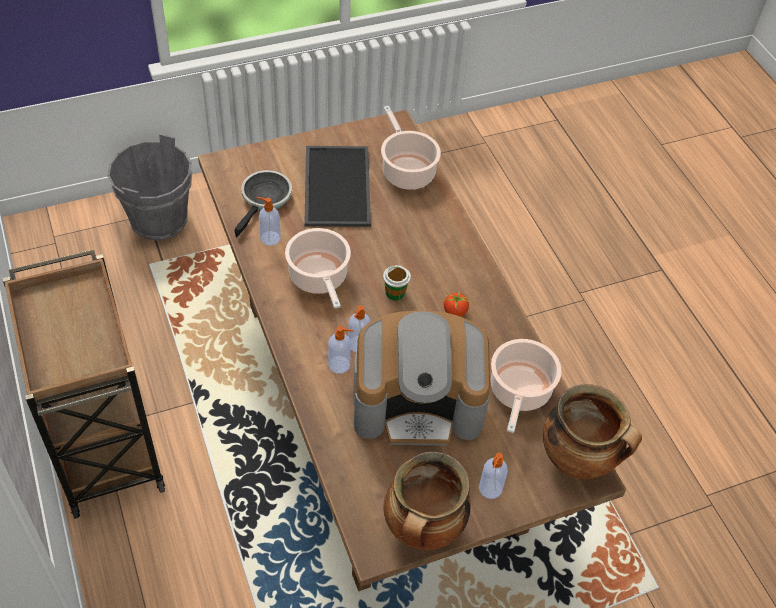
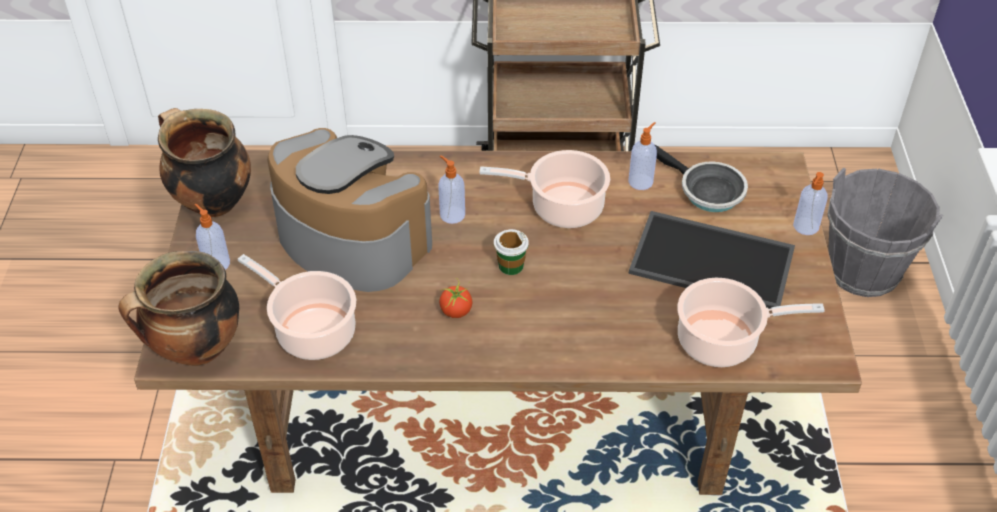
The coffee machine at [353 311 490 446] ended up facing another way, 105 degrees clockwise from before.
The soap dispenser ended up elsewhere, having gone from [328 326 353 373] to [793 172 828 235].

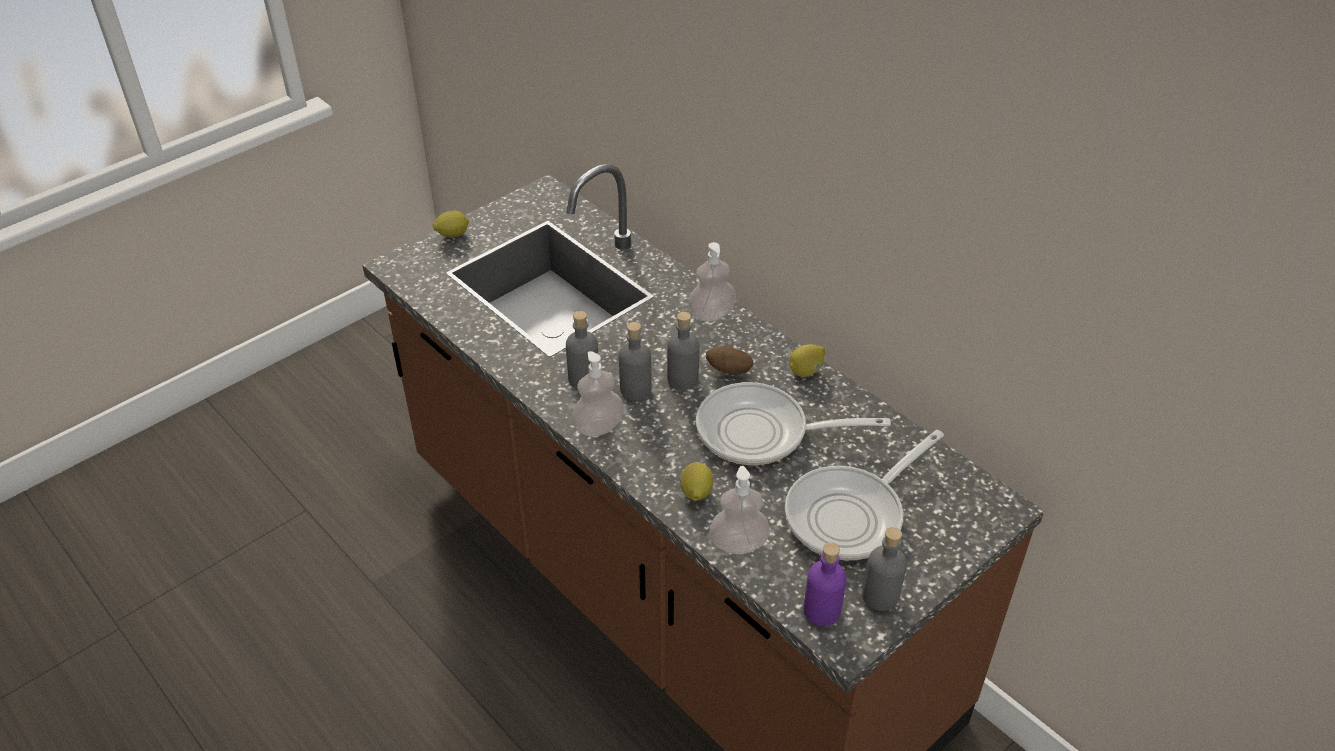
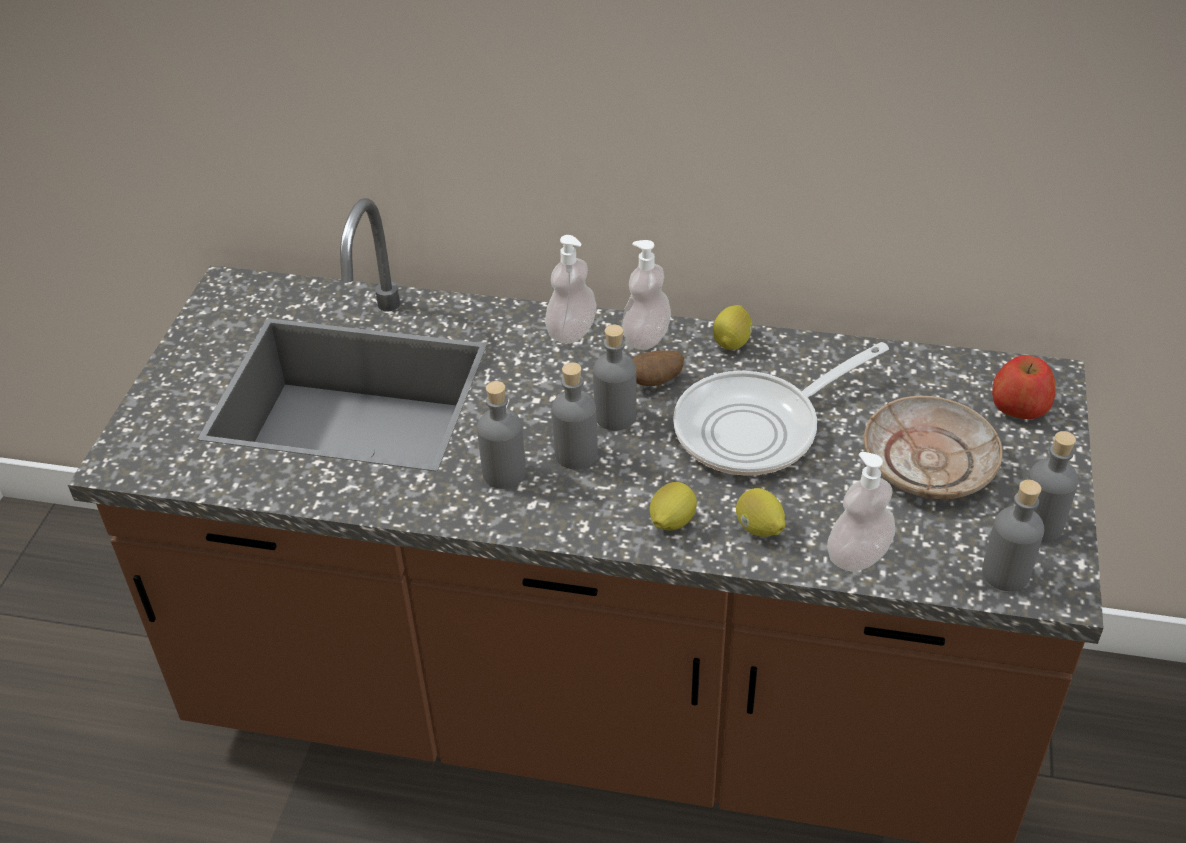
The soap dispenser ended up elsewhere, having gone from [571 351 624 437] to [622 240 671 350].
The lemon ended up elsewhere, having gone from [432 210 469 238] to [650 482 697 531].
Where the frying pan stood at [785 430 944 560], the beige plate came to stand at [864 396 1003 499].
What was the purple bottle at [803 542 847 626] turned into the grey bottle at [982 480 1044 591].
The second view gained the apple at [992 355 1056 419].

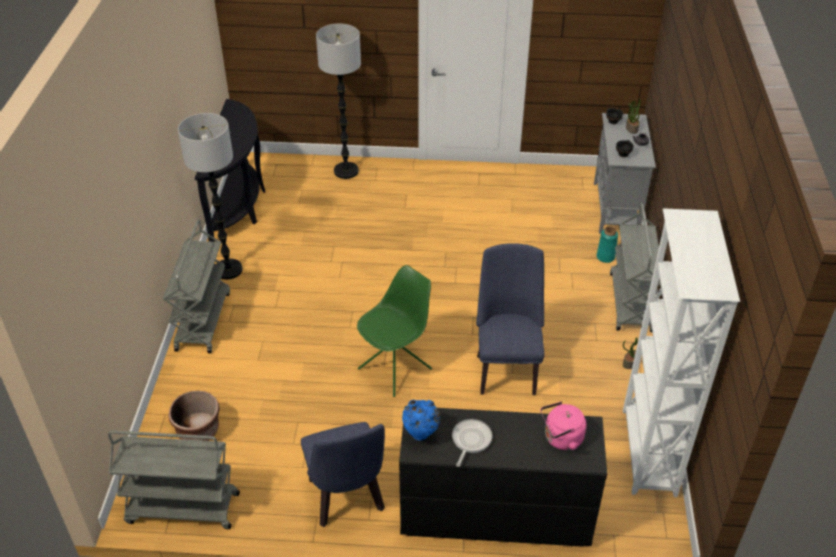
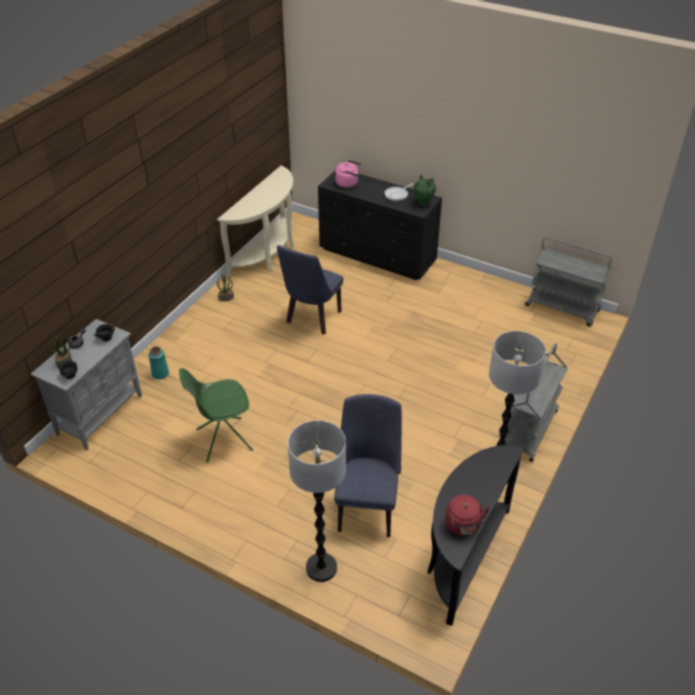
The green chair ended up elsewhere, having gone from [357 265 432 397] to [179 368 253 463].
Where the white bookcase stood at [623 208 740 497], the beige console table came to stand at [217 166 294 279].
The blue chair ended up elsewhere, having gone from [301 422 385 527] to [334 394 402 537].
What was the blue vase at [402 400 440 441] turned into the green vase at [414 175 436 206].
The second view gained the red kettle at [445 495 490 536].
The second view lost the brown planter at [169 391 220 441].
The second view lost the grey cart at [610 203 661 332].

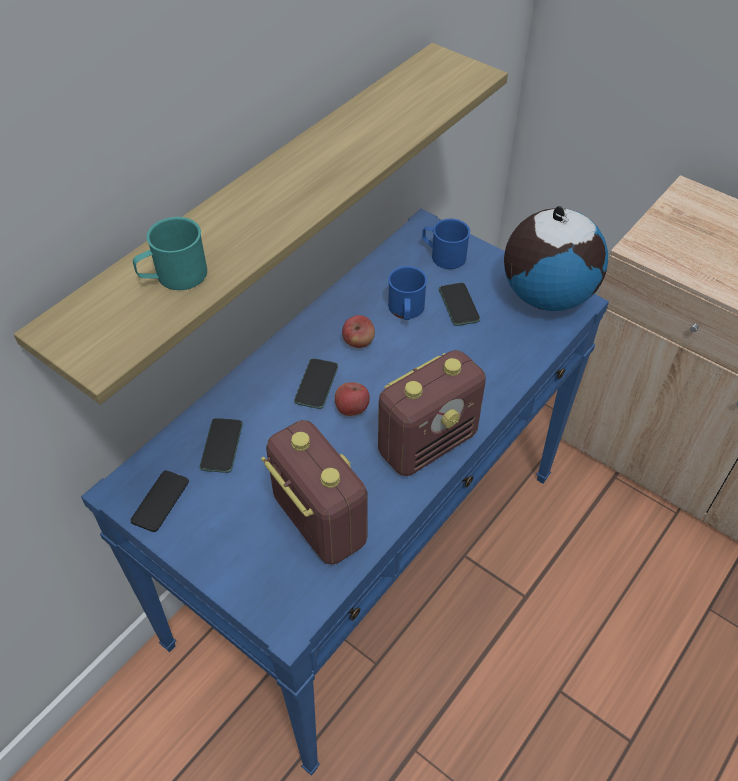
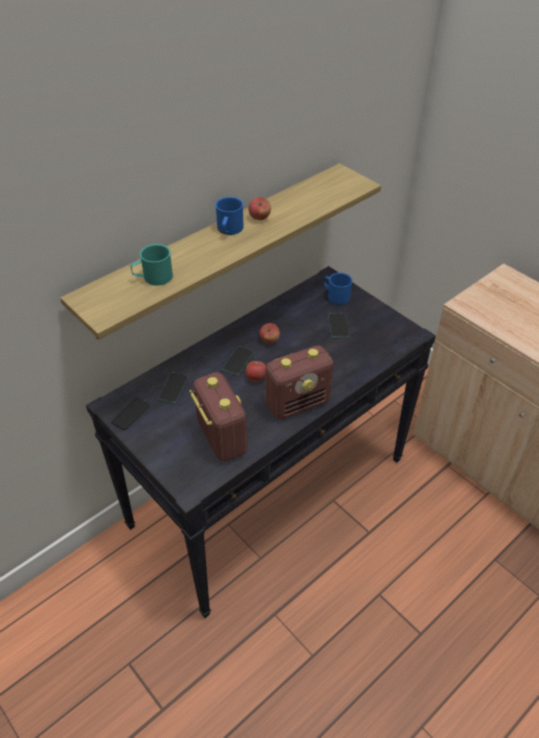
What was the blue console table at [81 208 609 776] turned into the black console table at [86 266 436 618].
The blue mug ended up elsewhere, having gone from [388 266 427 320] to [215 197 244 235].
The second view gained the apple at [249 197 271 220].
The second view lost the globe at [504 206 608 311].

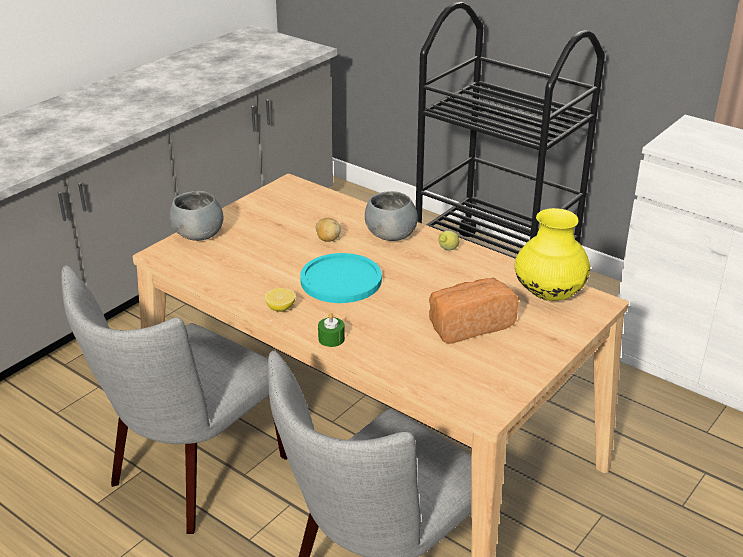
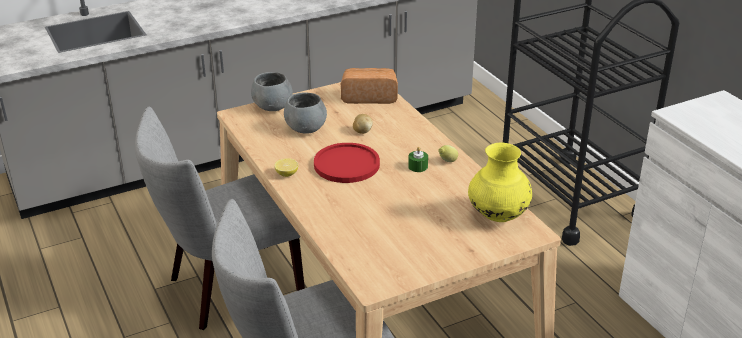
The grey bowl ended up elsewhere, having gone from [365 191 418 241] to [284 92 327 134].
What was the turquoise plate at [300 253 382 303] turned into the red plate at [314 143 380 183].
The bread ended up elsewhere, having gone from [429 278 518 344] to [341 68 398 104].
The green candle ended up elsewhere, having gone from [318 313 345 347] to [408 147 428 172].

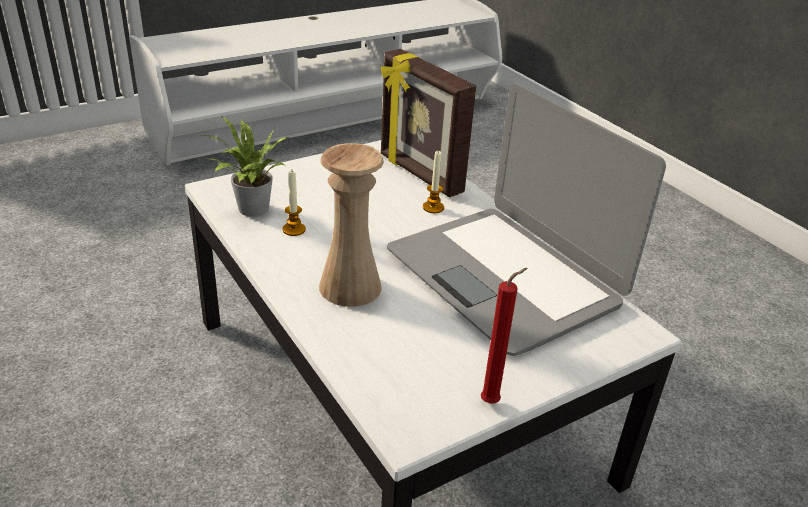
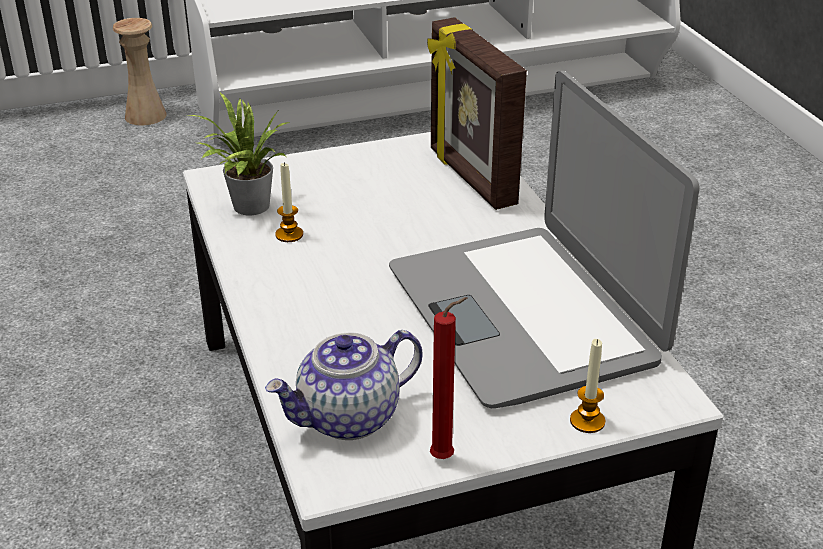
The beige vase ended up elsewhere, having gone from [319 143 384 307] to [113 18 167 126].
The second view gained the teapot at [265 330 422 440].
The candle ended up elsewhere, having gone from [423 150 444 213] to [570 339 606 433].

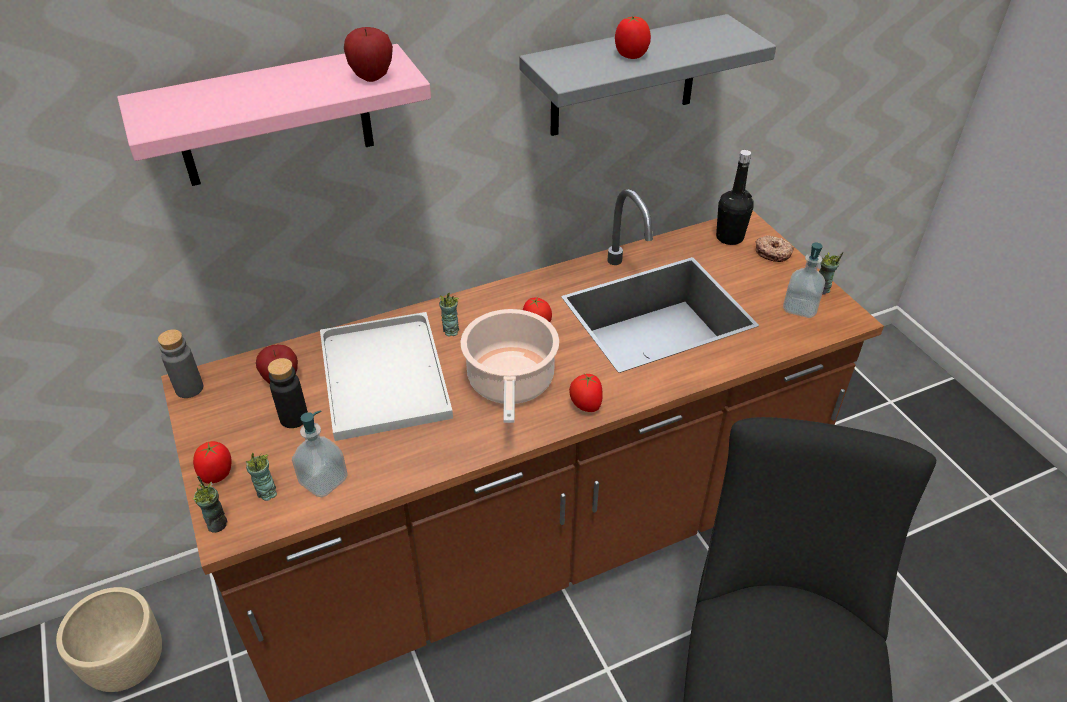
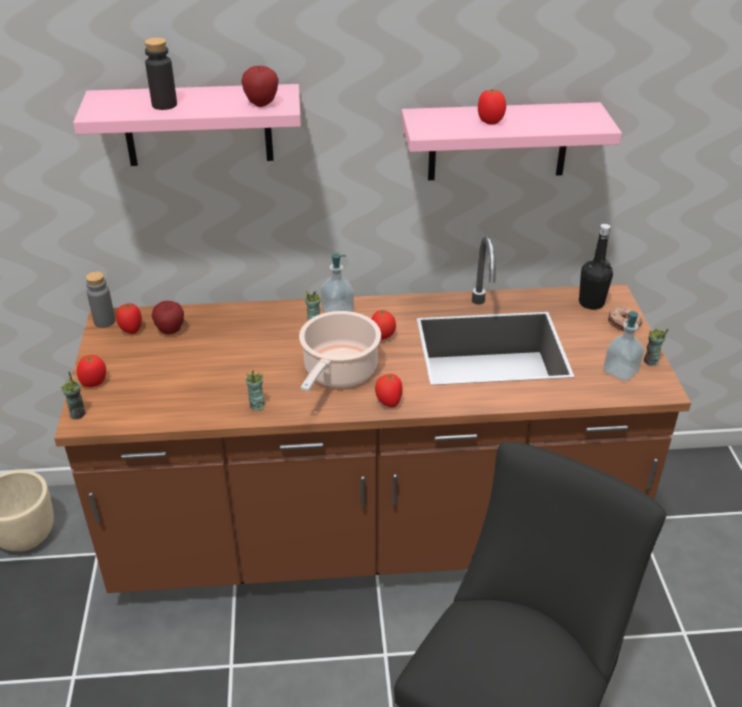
The second view gained the tomato at [116 303 142 334].
The black bottle ended up elsewhere, having gone from [268 358 308 428] to [145 38 177 110].
The cup ended up elsewhere, having gone from [246 453 277 501] to [246 370 265 411].
The soap dispenser ended up elsewhere, having gone from [292 411 348 497] to [320 254 354 313].
What was the grey shelf at [519 14 776 136] turned into the pink shelf at [401 102 622 180].
The second view lost the white tray at [320 312 453 441].

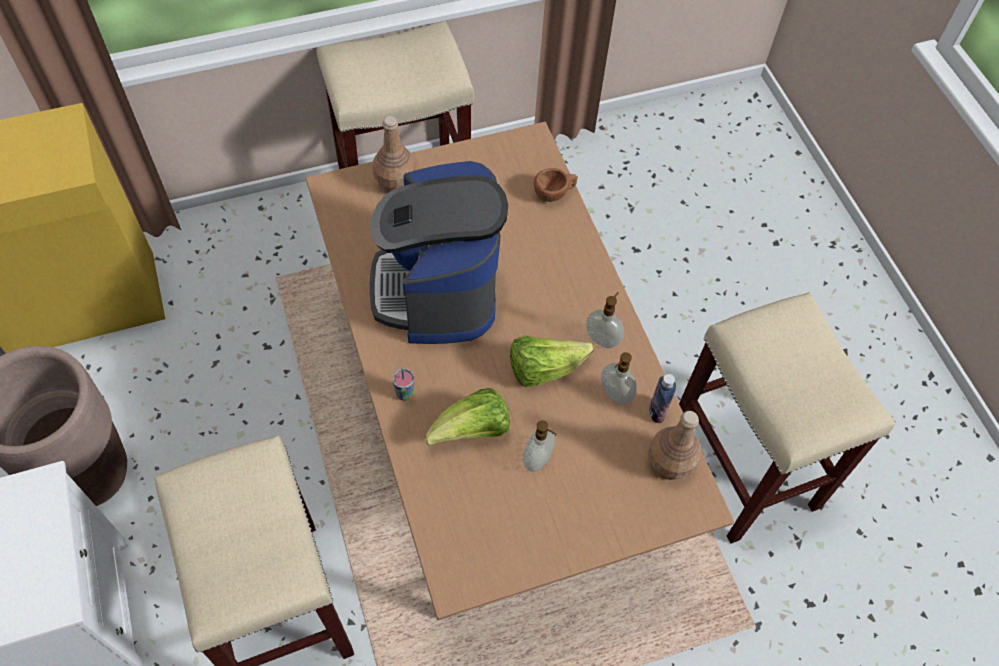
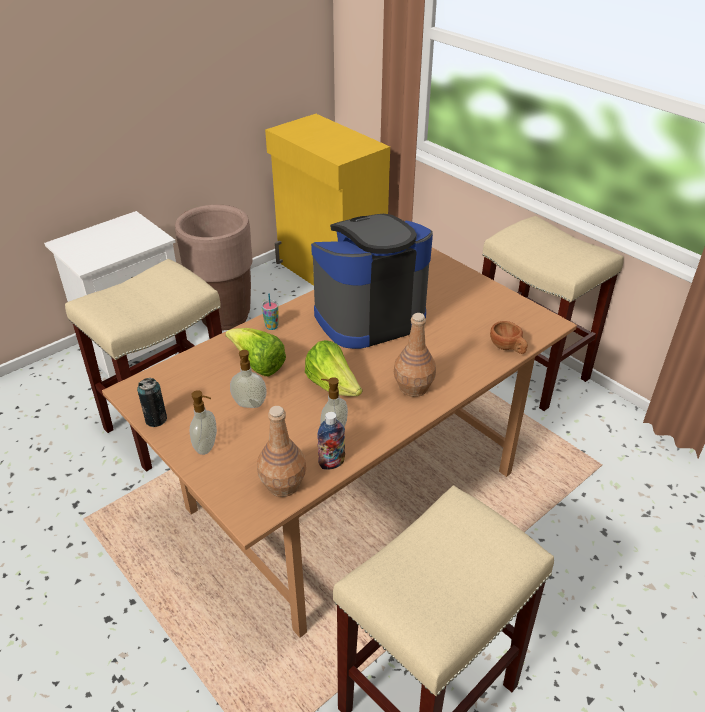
The second view gained the can at [137 378 167 427].
The soap dispenser ended up elsewhere, having gone from [586 292 624 348] to [190 390 217 455].
The brown bottle ended up elsewhere, having gone from [373 116 416 193] to [394 313 436 397].

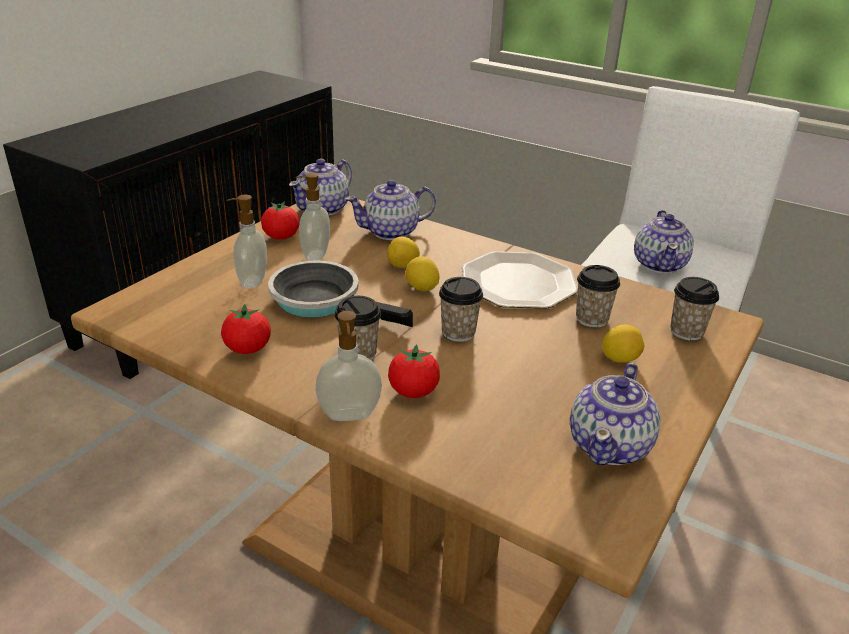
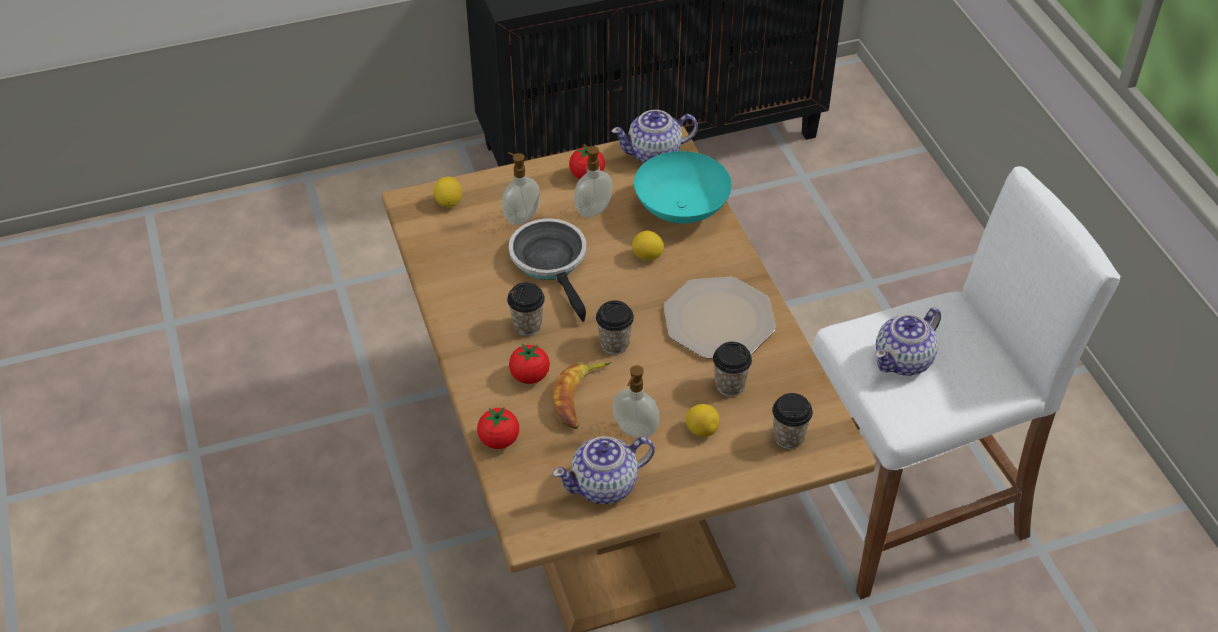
The lemon ended up elsewhere, having gone from [405 256 439 291] to [434 177 462 208].
The tomato ended up elsewhere, having gone from [221 304 271 354] to [477 407 519 449].
The second view gained the banana at [553 362 611 429].
The soap dispenser ended up elsewhere, having gone from [315 311 382 421] to [612 365 660 438].
Where the teapot stood at [345 180 436 240], the turquoise bowl came to stand at [634 151 732 224].

